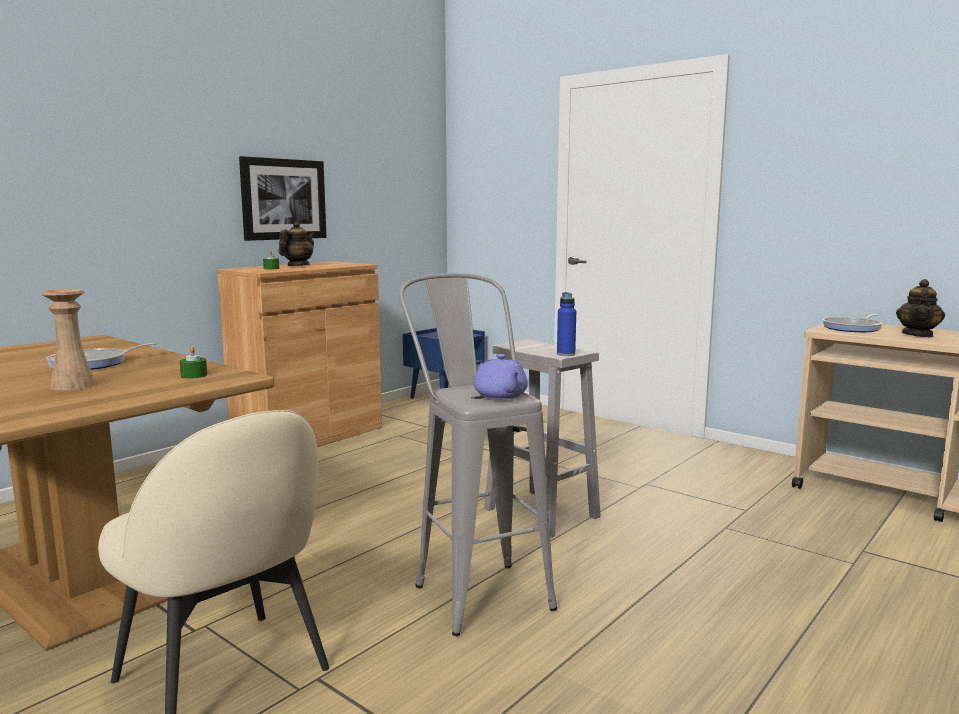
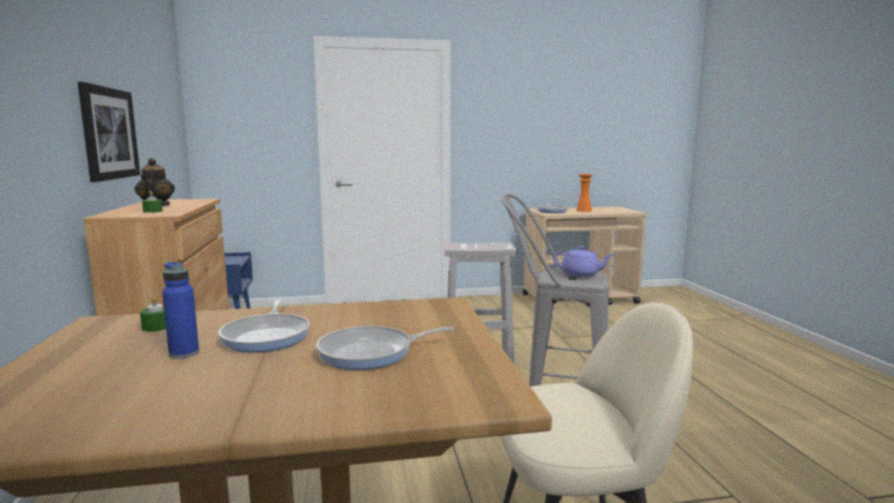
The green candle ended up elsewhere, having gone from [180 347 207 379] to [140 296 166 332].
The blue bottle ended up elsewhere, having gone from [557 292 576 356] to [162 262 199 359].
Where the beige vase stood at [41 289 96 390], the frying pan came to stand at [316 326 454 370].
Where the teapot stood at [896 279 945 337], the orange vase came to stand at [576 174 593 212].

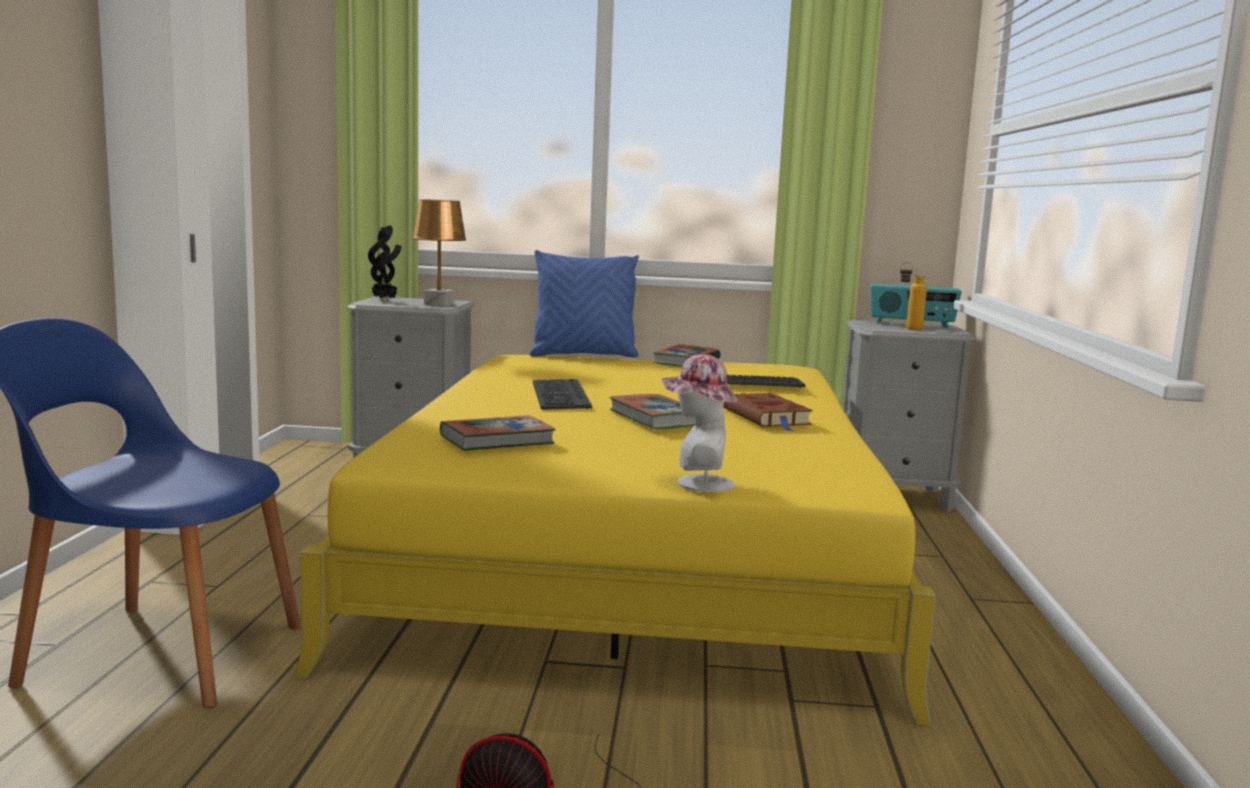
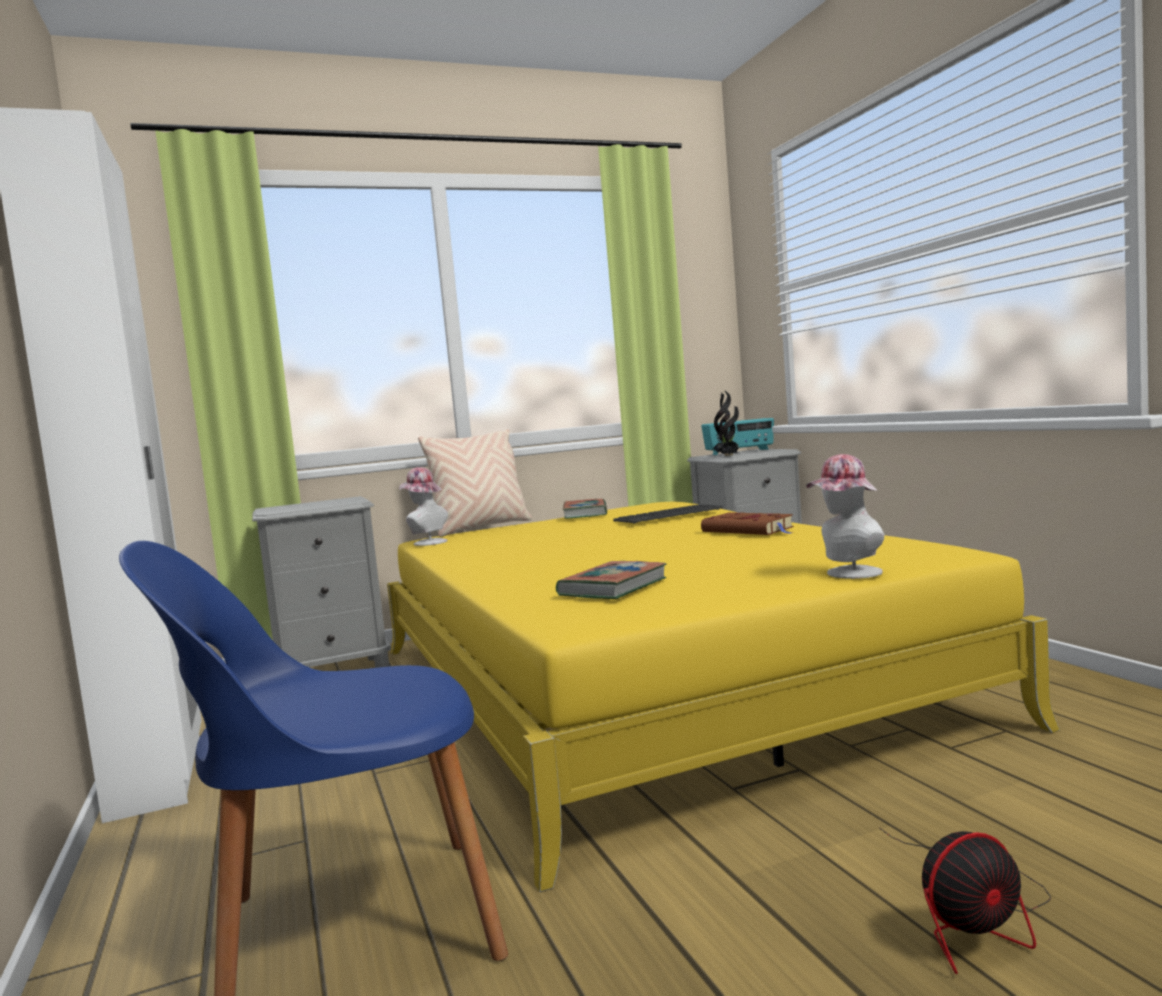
The second view gained the hat at [399 467 448 546].
What was the blue pillow at [530 250 639 357] turned into the beige pillow at [418 429 532 537].
The potted plant ended up elsewhere, having gone from [368 225 402 301] to [713 391 741 456].
The second view lost the brown table lamp at [412 199 466 306].
The second view lost the keyboard at [533 379 592 410].
The second view lost the book at [609 394 696 429].
The second view lost the bottle at [900 262 927 330].

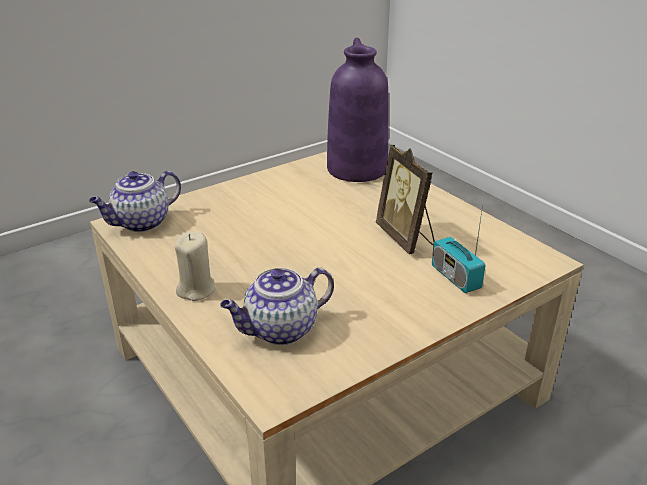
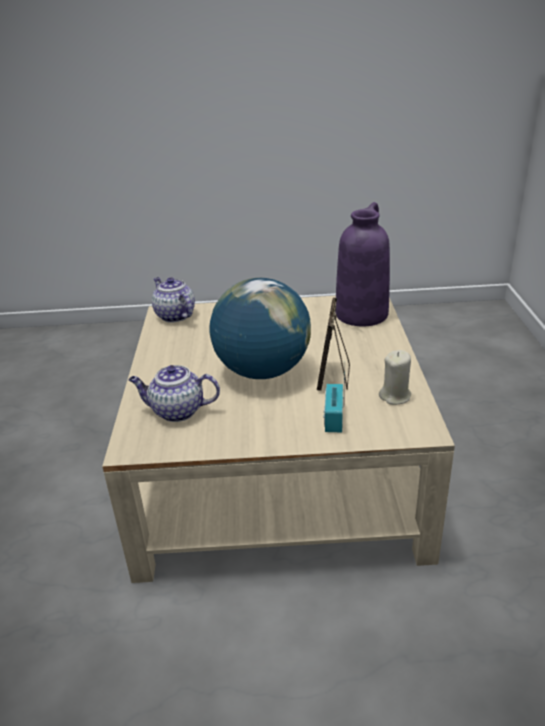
The teapot at [89 171 181 232] ended up facing another way, 60 degrees clockwise from before.
The second view gained the globe at [209 278 311 379].
The beige candle ended up elsewhere, having gone from [174 231 215 301] to [379 350 411 405].

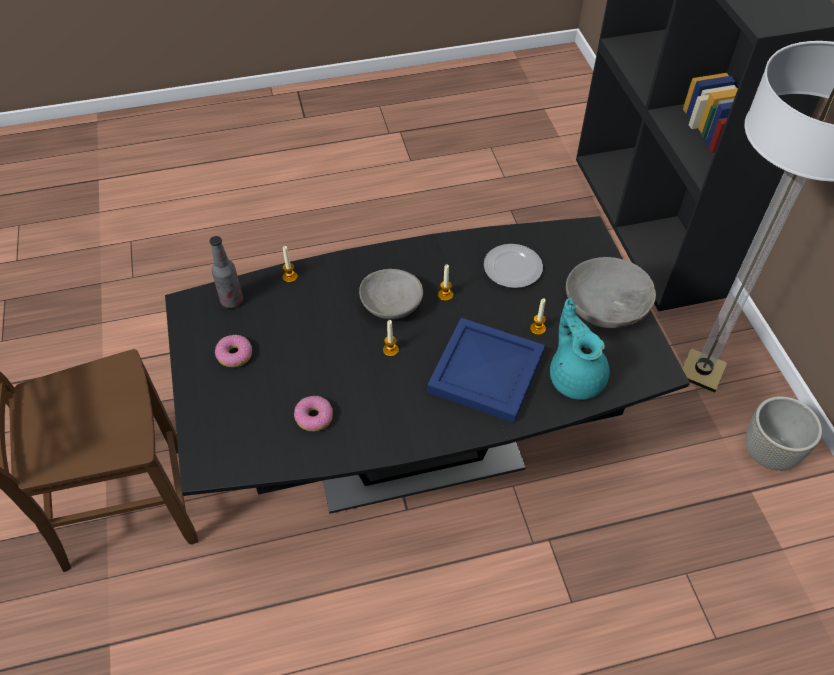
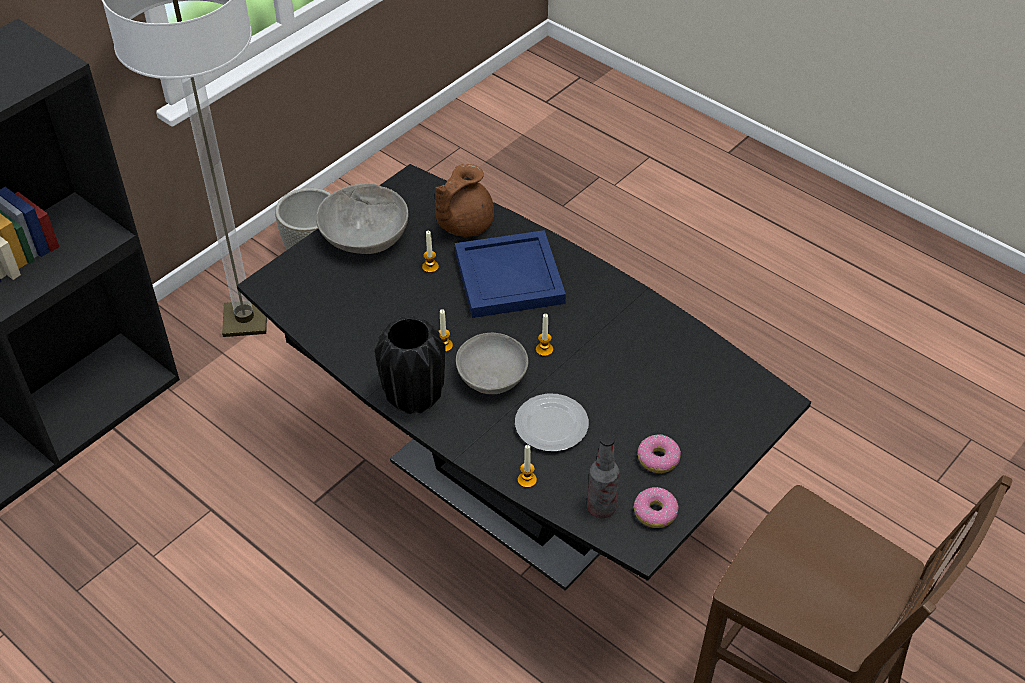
The second view gained the black vase at [374 316 446 414].
What was the turquoise teapot at [550 299 610 400] turned into the brown teapot at [435 164 494 237].
The plate ended up elsewhere, having gone from [484 244 543 288] to [515 393 589 452].
The donut ended up elsewhere, having gone from [294 396 333 432] to [633 487 679 528].

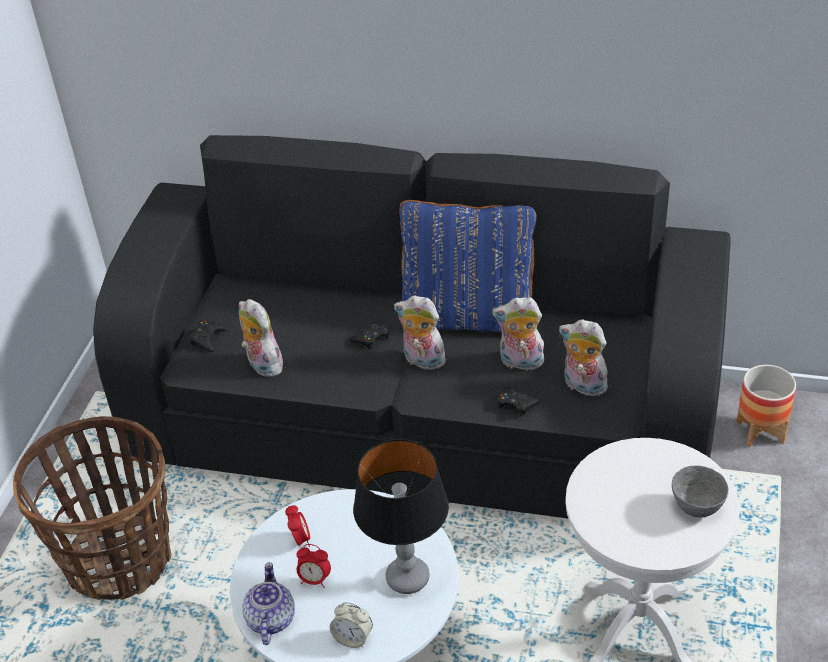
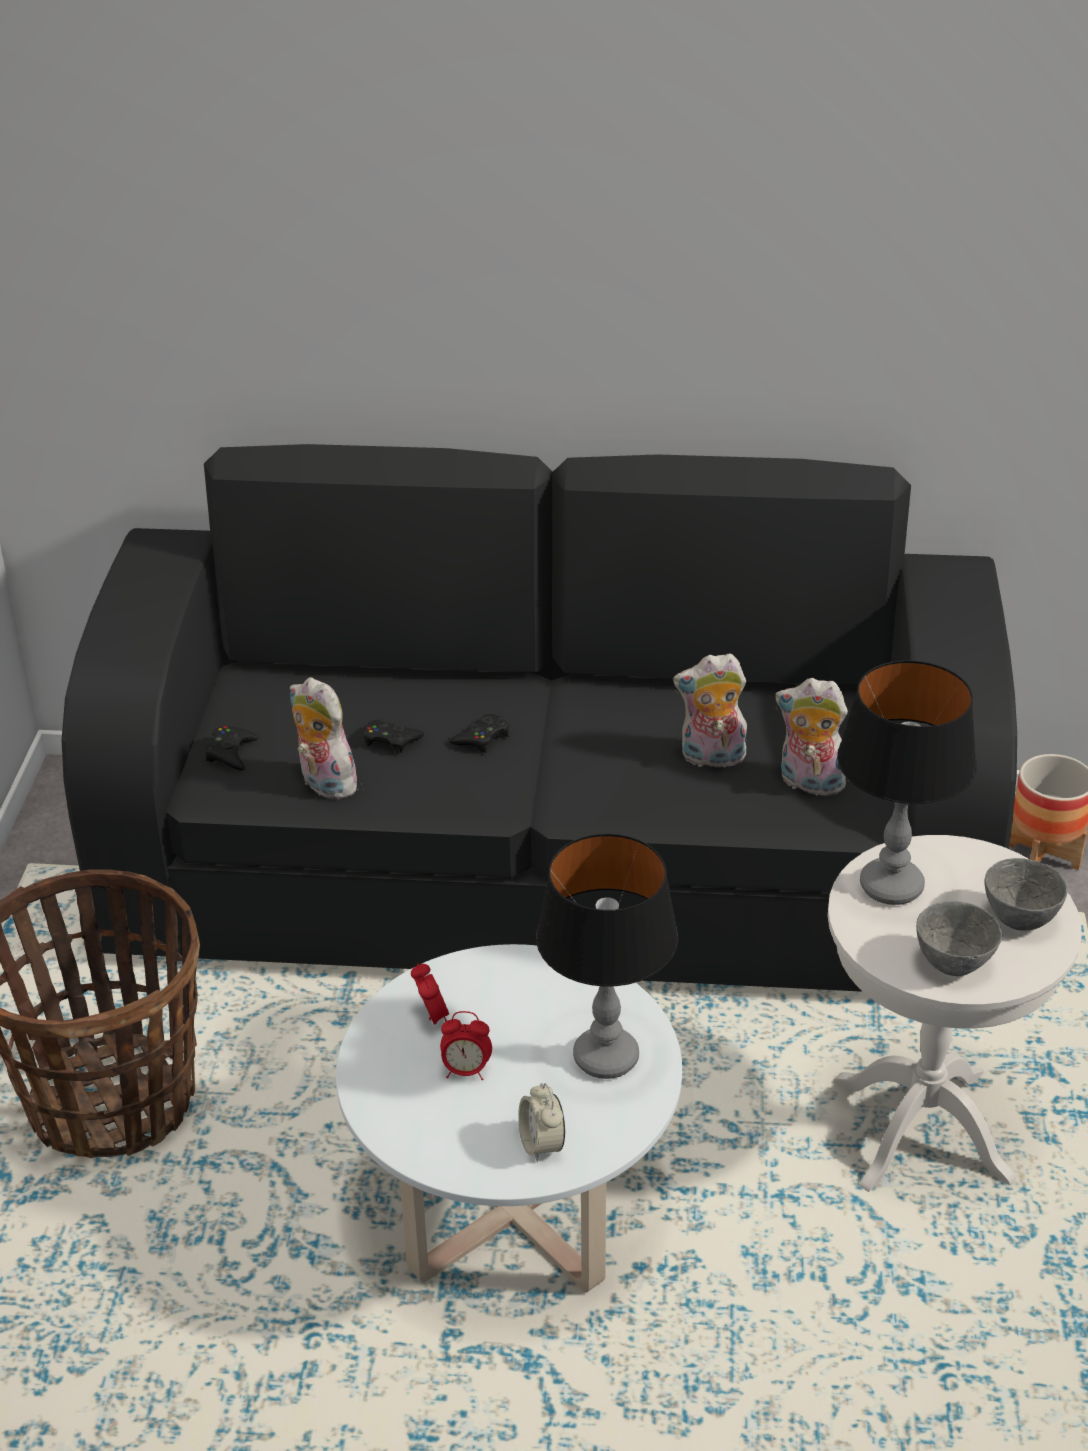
The black game controller ended up elsewhere, having gone from [498 387 541 416] to [364 719 424 755].
The alarm clock at [330 602 373 648] ended up facing another way, 60 degrees clockwise from before.
The second view gained the table lamp at [837 660 977 905].
The second view gained the grey bowl at [916 901 1002 976].
The second view lost the teapot at [242 562 295 645].
The second view lost the plush toy at [394 295 446 370].
The second view lost the blue pillow at [399 200 537 332].

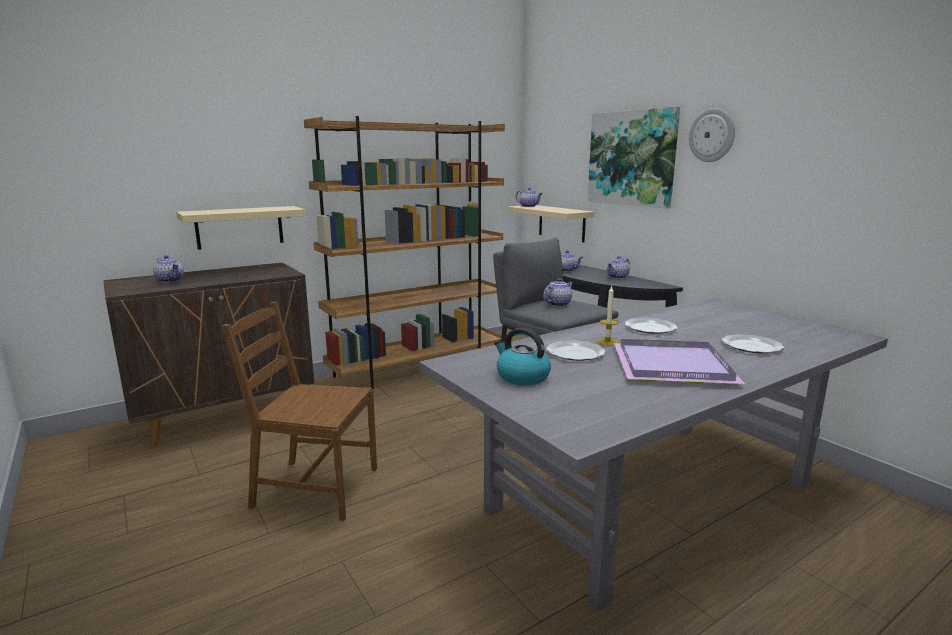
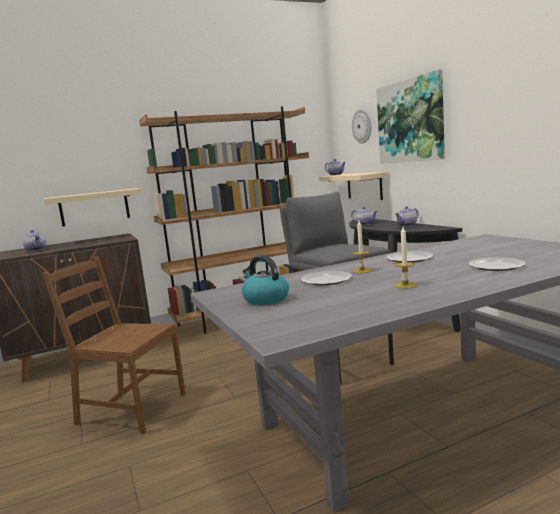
The wall clock ended up elsewhere, having gone from [689 108 735 162] to [352 109 372 144].
Where the purple tray stood at [614 339 745 384], the candle came to stand at [394 227 417 289].
The second view lost the teapot at [543 278 573 307].

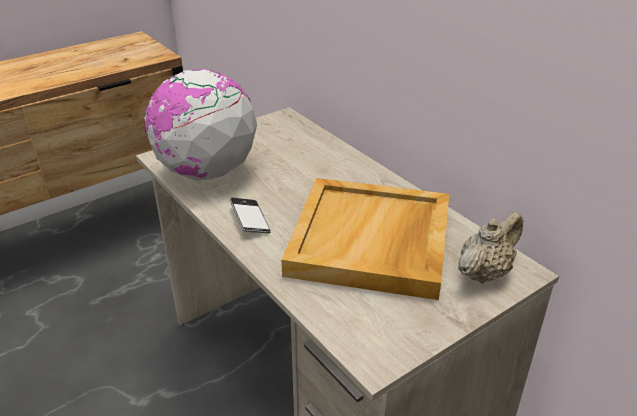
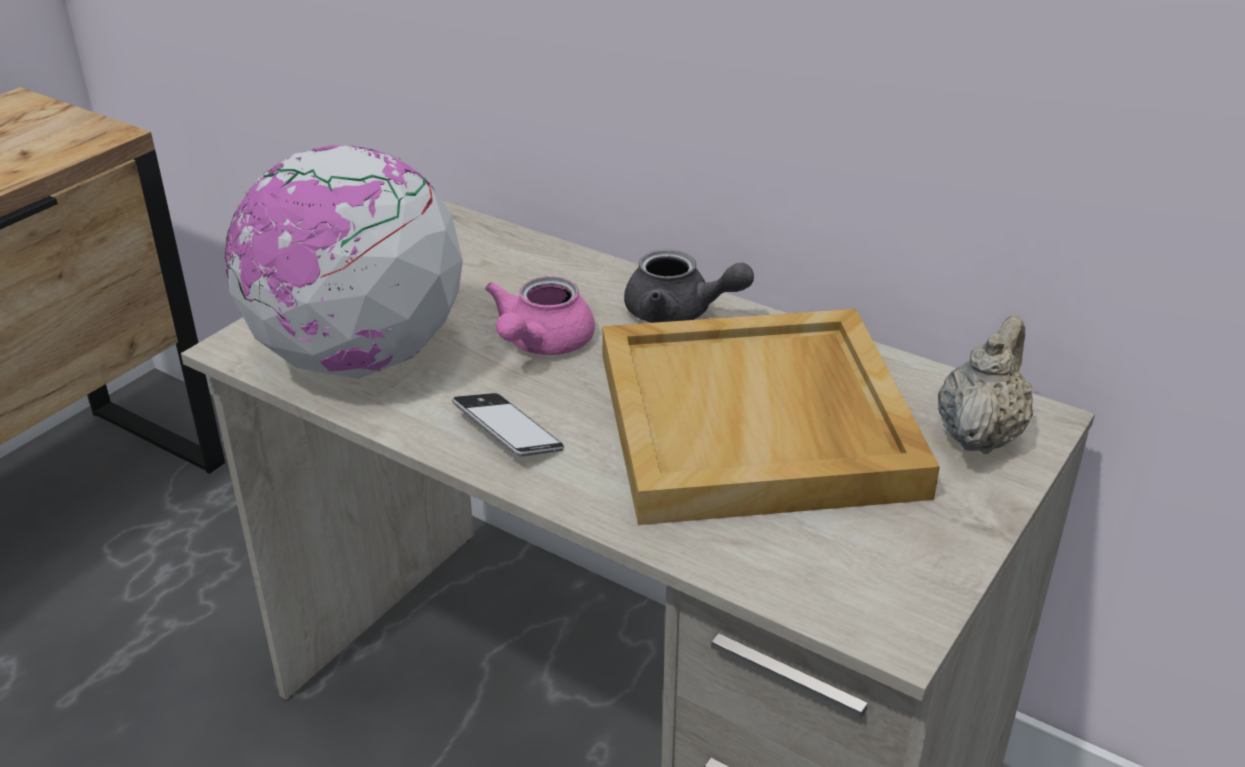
The second view gained the pink teapot at [485 276 595 355].
The second view gained the grey teapot at [624 250 754 323].

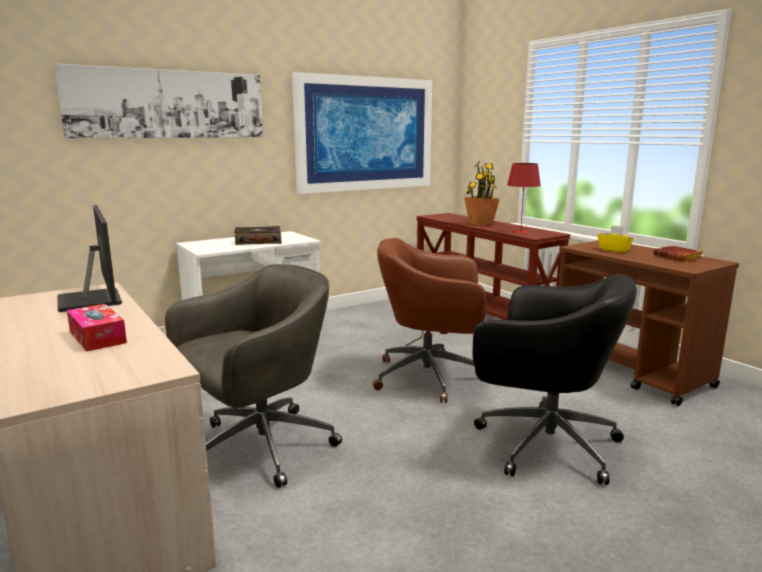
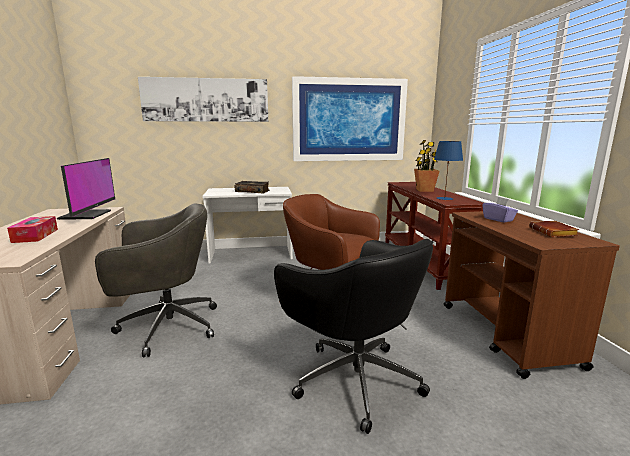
What was the red table lamp at [507 163 541 234] turned into the blue table lamp at [434 141 463 200].
What was the yellow tissue box at [598 225 634 252] turned into the purple tissue box at [482 197 518 223].

